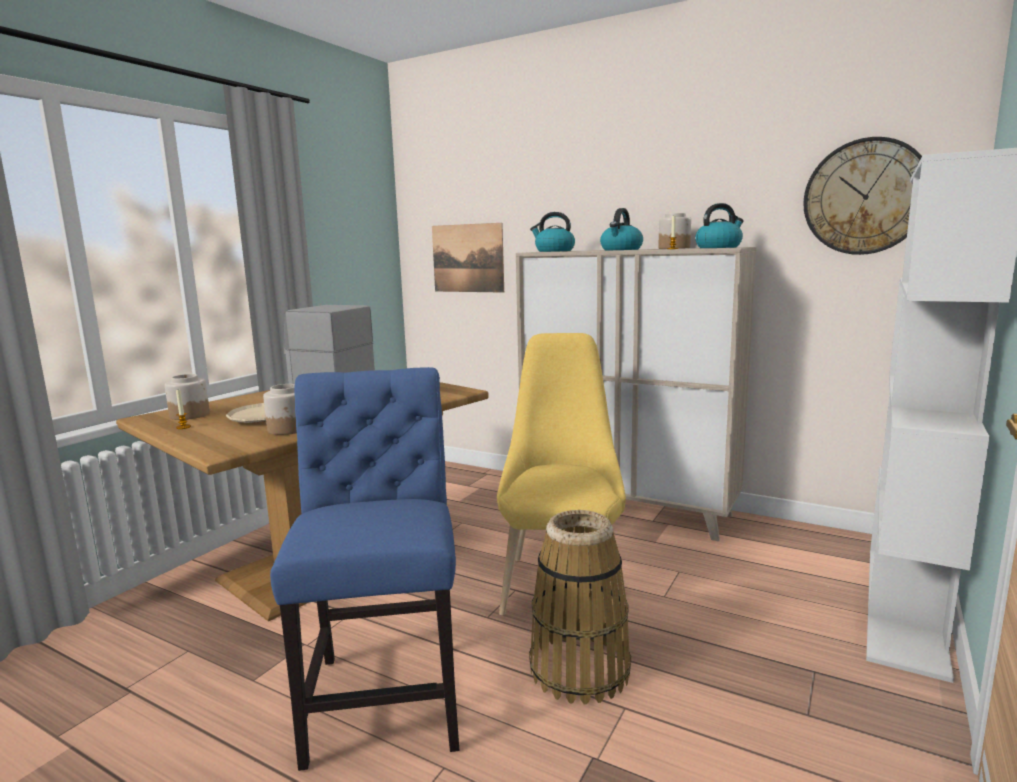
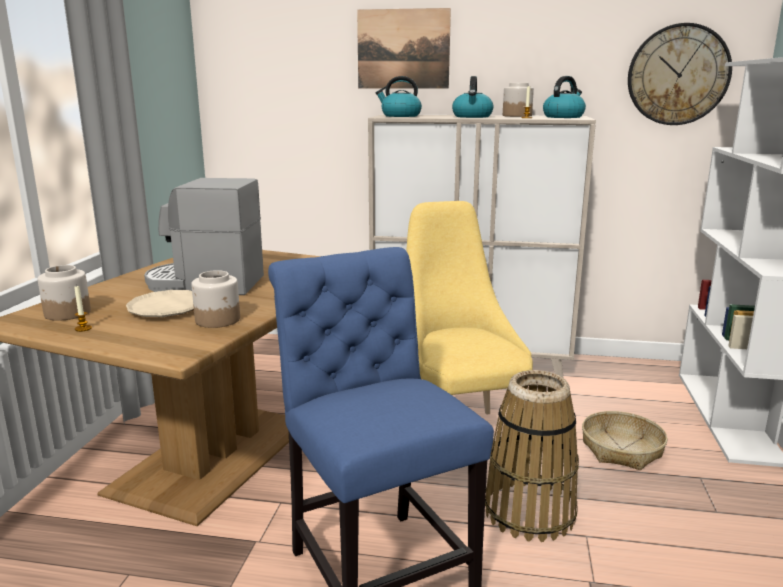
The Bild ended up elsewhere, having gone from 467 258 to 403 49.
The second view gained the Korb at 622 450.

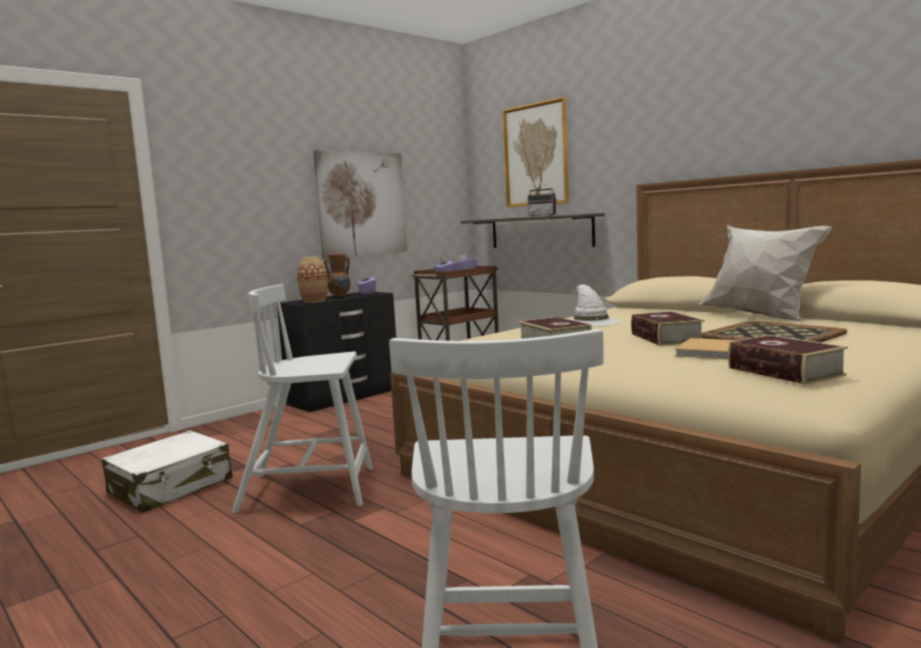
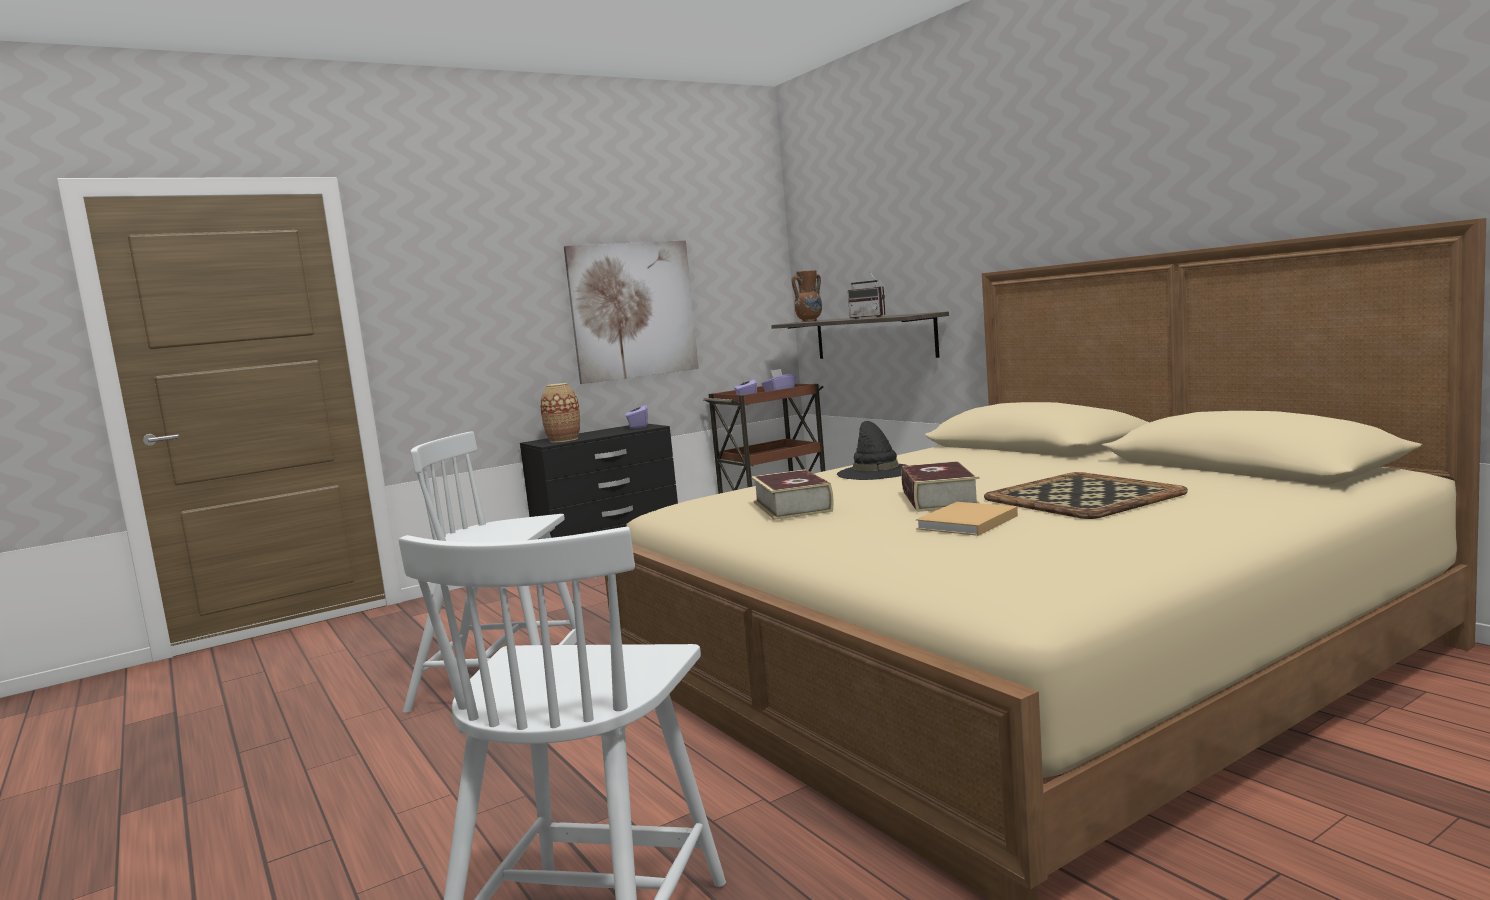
The second view lost the Bild at 536 155.
The second view lost the Kissen/weiß at 759 316.
The Vase/braun ended up elsewhere, having gone from 340 296 to 810 321.
What was the Hut/weiß at 590 322 turned into the Hut/schwarz at 875 471.
The second view lost the Buch at 785 371.
The second view lost the Koffer/weiß at 171 487.

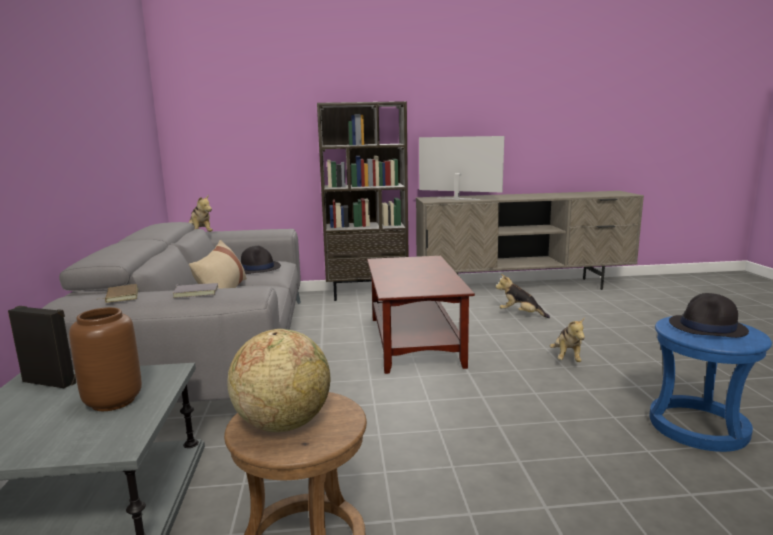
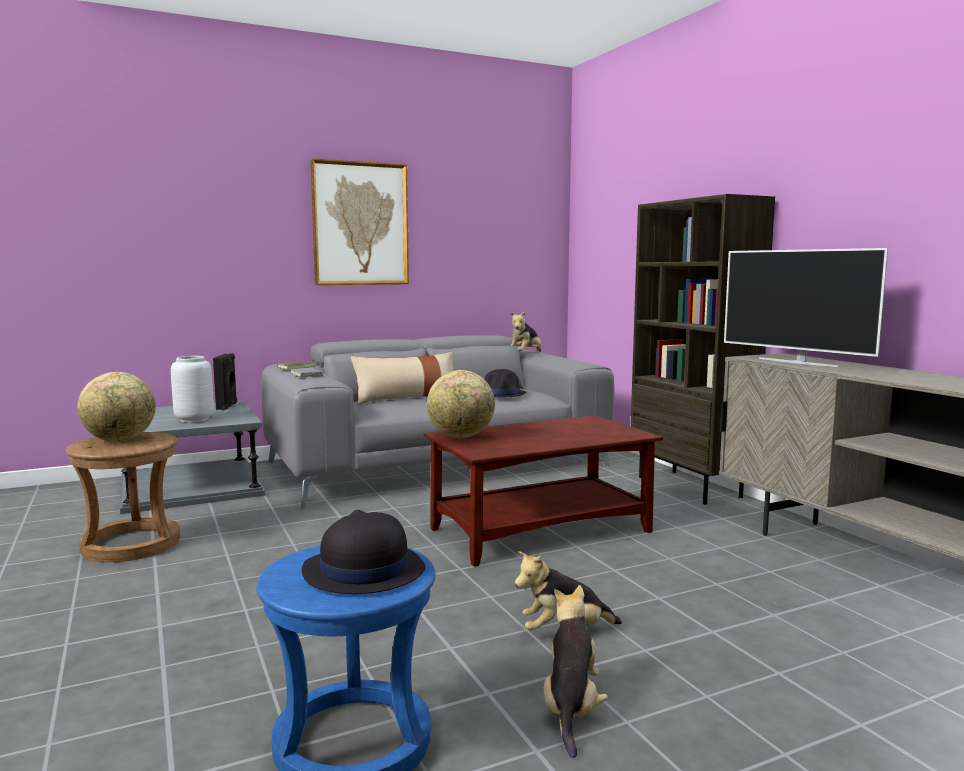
The Fernseher at 458 199 ended up facing another way, 135 degrees clockwise from before.
The Plüschtier ended up elsewhere, having gone from 520 314 to 571 708.
What was the Vase/braun at 114 402 turned into the Vase/grau at 193 419.
The second view gained the Bild at 360 224.
The second view gained the Globus at 461 437.

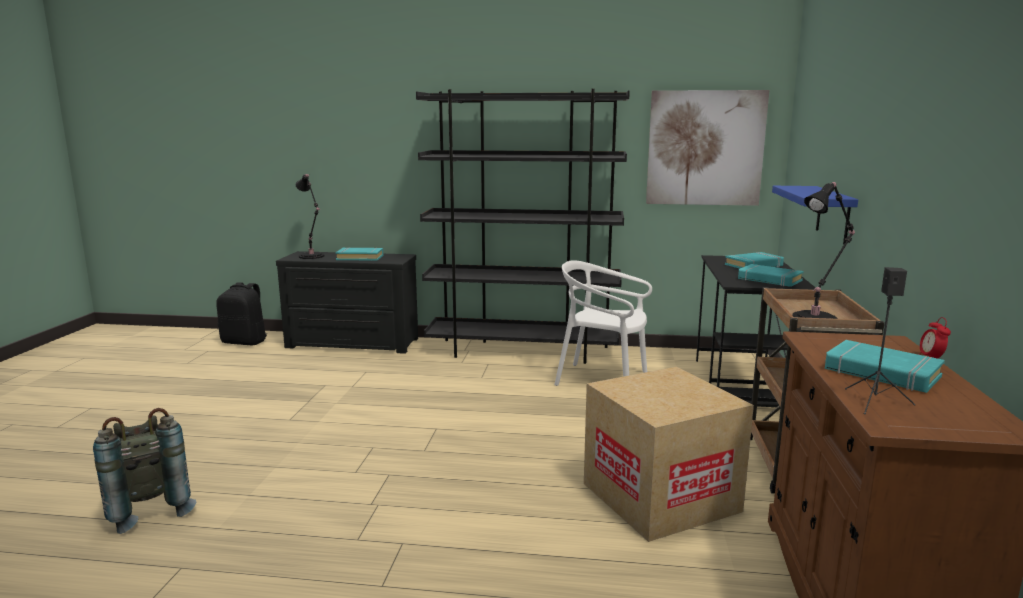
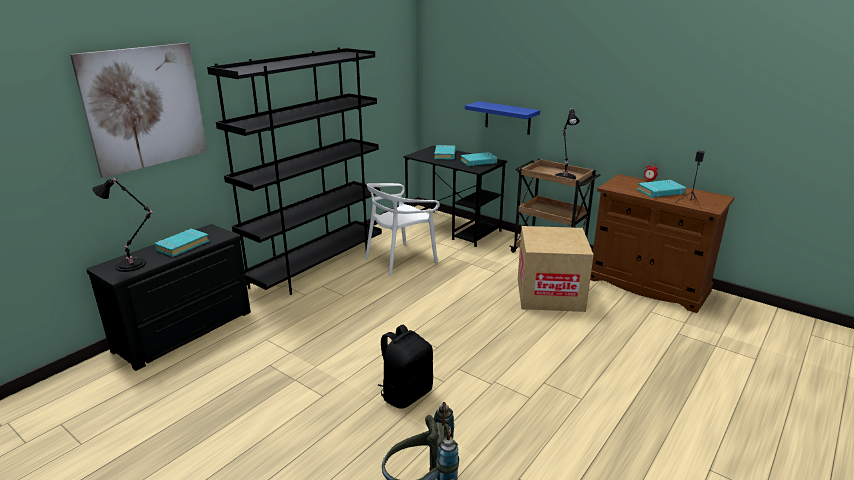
The Bild ended up elsewhere, having gone from 705 148 to 145 108.
The Rucksack/schwarz ended up elsewhere, having gone from 245 342 to 406 393.

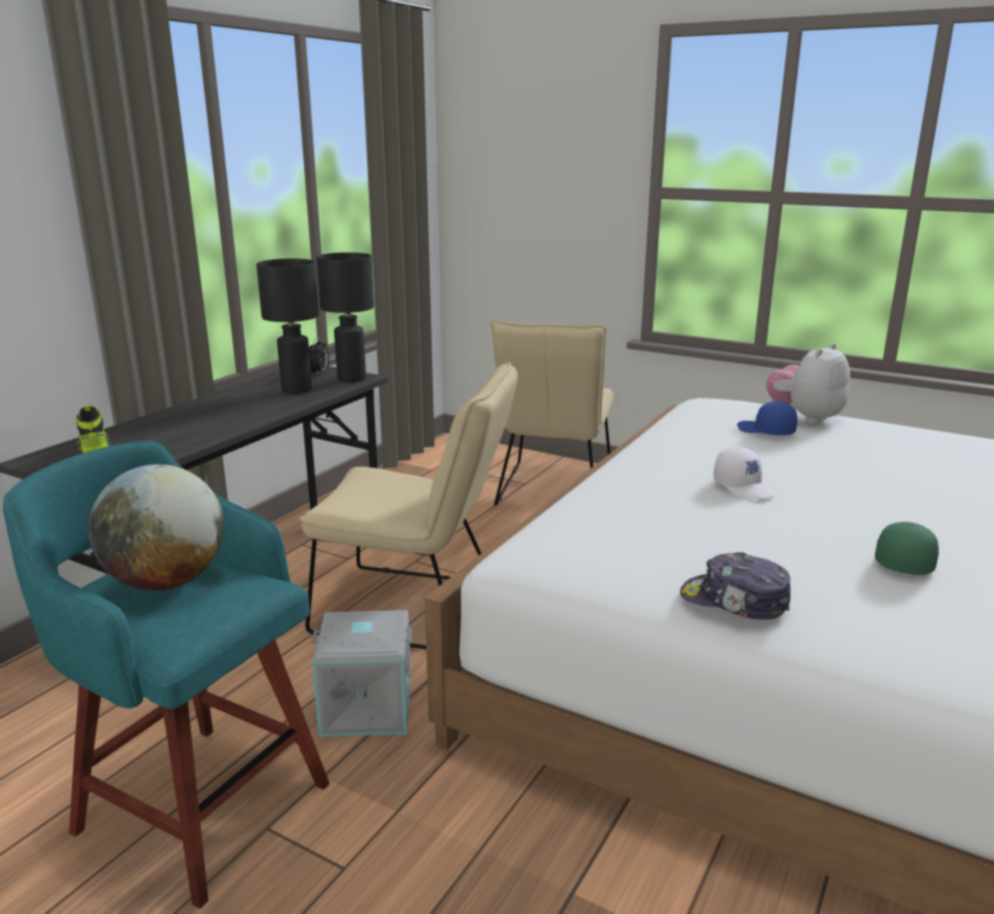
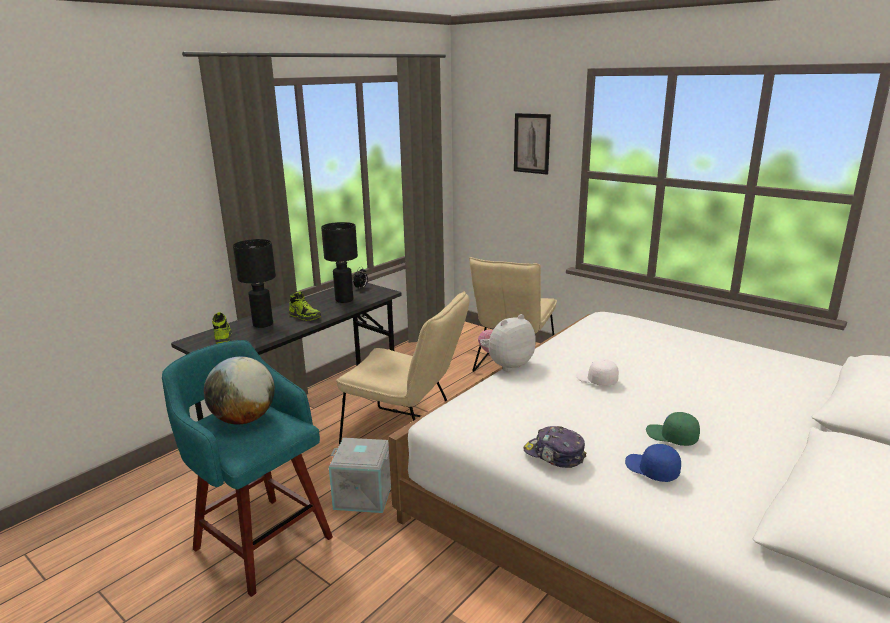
The Tischlampe/schwarz ended up elsewhere, having gone from 351 378 to 263 324.
The Plüschtier ended up elsewhere, having gone from 805 418 to 506 365.
The Kappe/blau ended up elsewhere, having gone from 766 431 to 651 470.
The Kappe/weiß at 744 487 ended up facing another way, 150 degrees clockwise from before.
The Kappe/grün at 903 561 ended up facing another way, 90 degrees counterclockwise from before.
The second view gained the Bild at 532 143.
The second view gained the Schuh at 305 316.

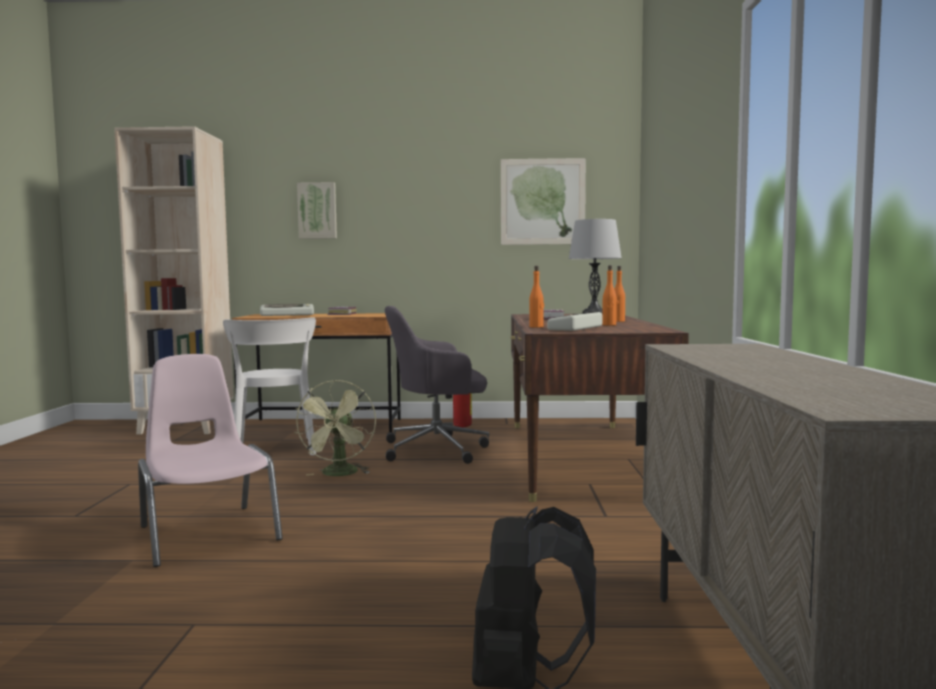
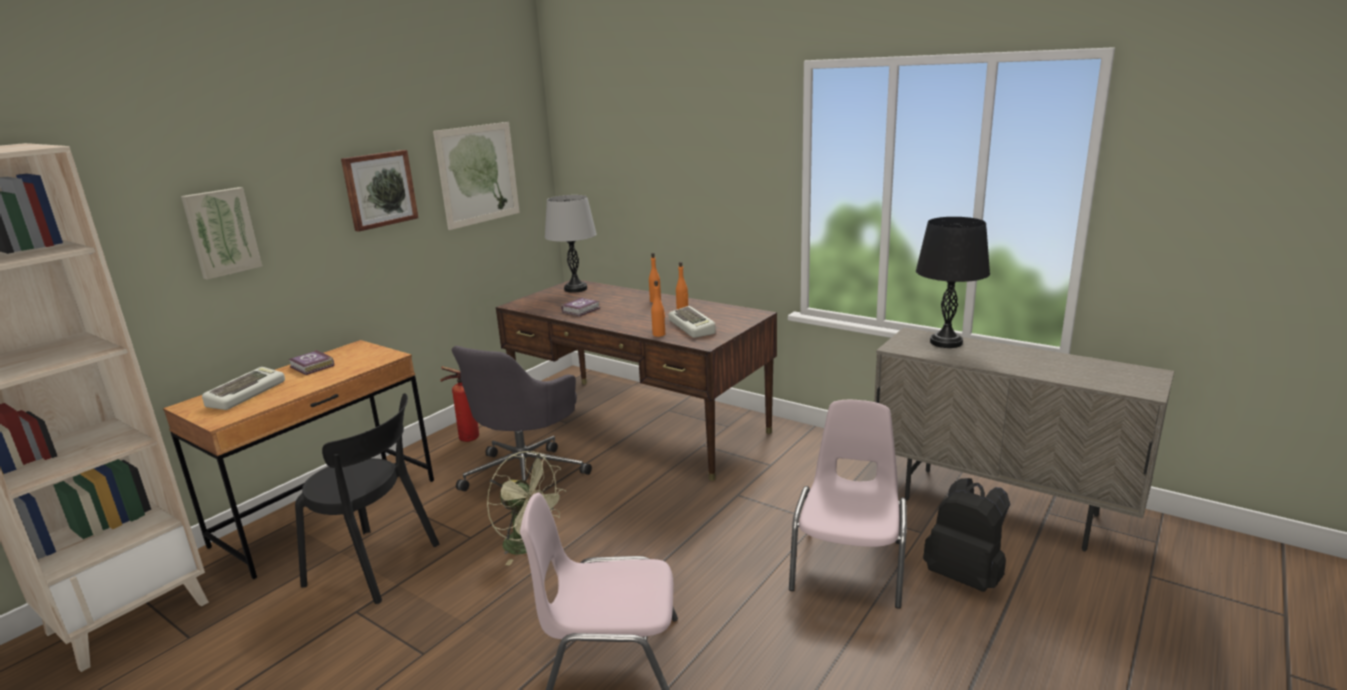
What was the Stuhl/weiß at 275 450 turned into the Stuhl/schwarz at 377 565.
The second view gained the Bild at 379 189.
The second view gained the Tischlampe/schwarz at 946 342.
The second view gained the Stuhl/rosa at 849 564.

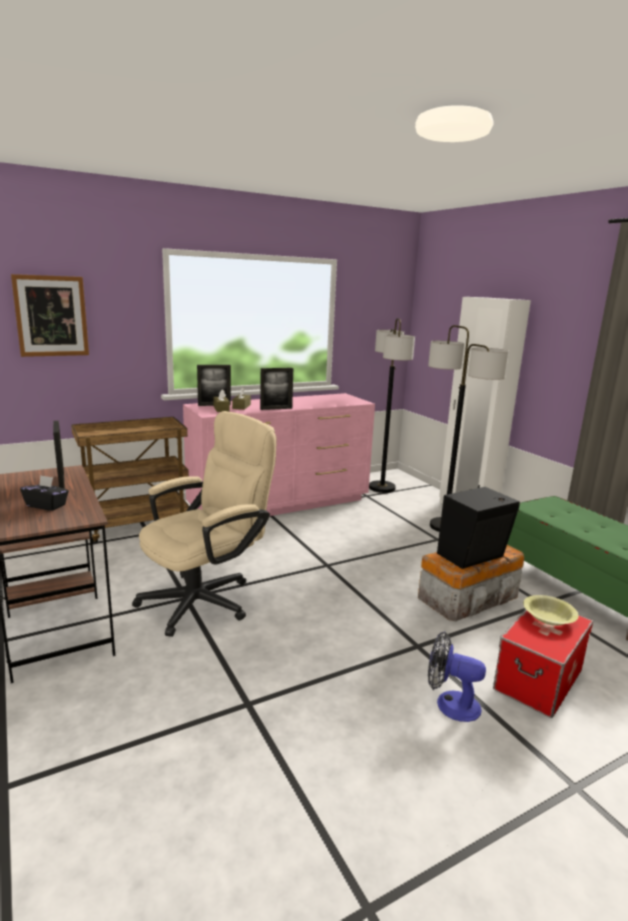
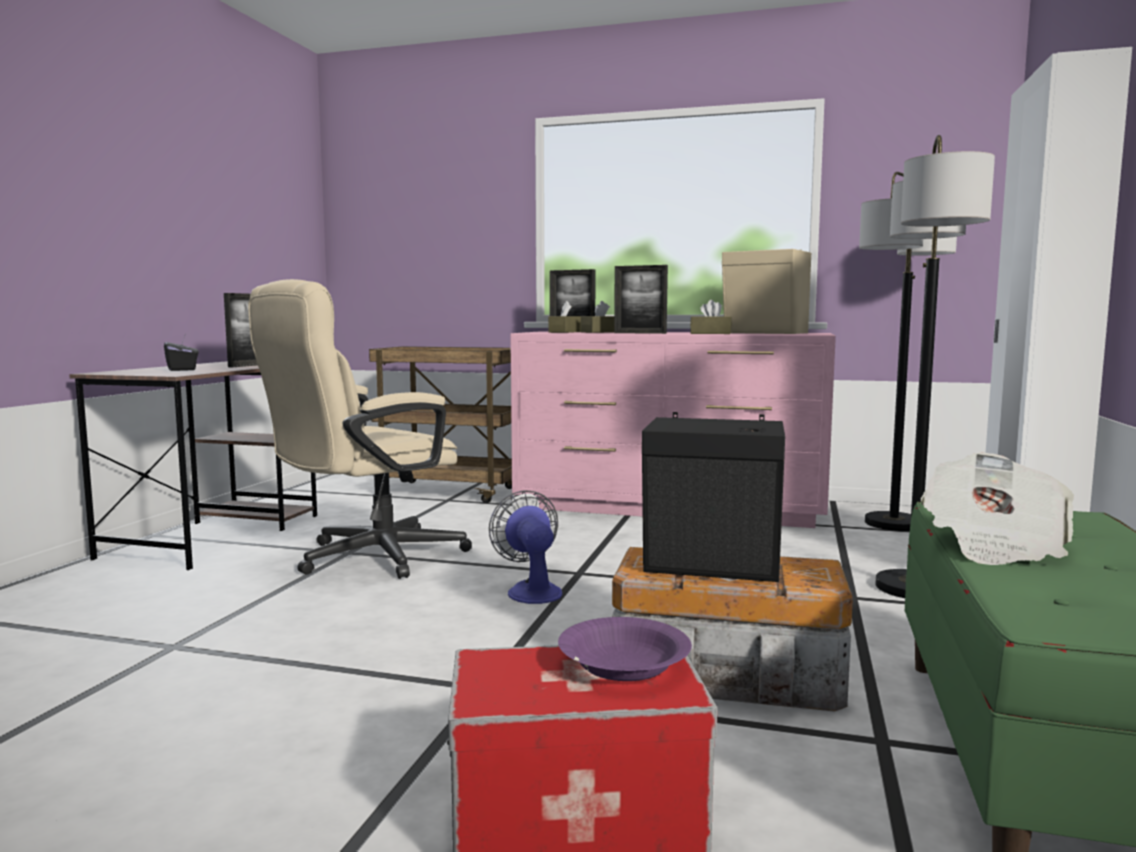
The second view lost the Bild at 51 316.
The Bürostuhl/beige at 207 598 ended up facing another way, 135 degrees clockwise from before.
What was the Schüssel/gelb at 548 617 turned into the Schüssel/lila at 623 666.
The Ventilator ended up elsewhere, having gone from 450 703 to 531 590.
The second view gained the Lautsprecher/beige at 766 333.
The second view gained the Taschentuchbox/braun at 710 333.
The second view gained the Zeitung at 993 546.

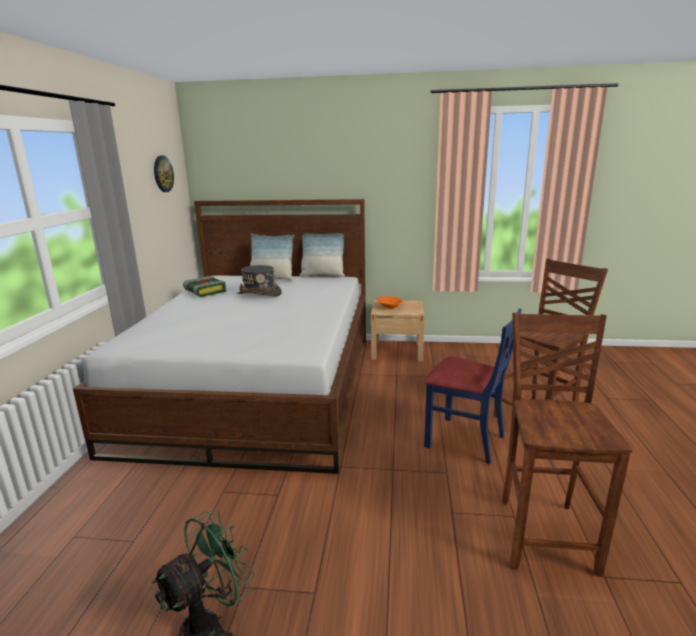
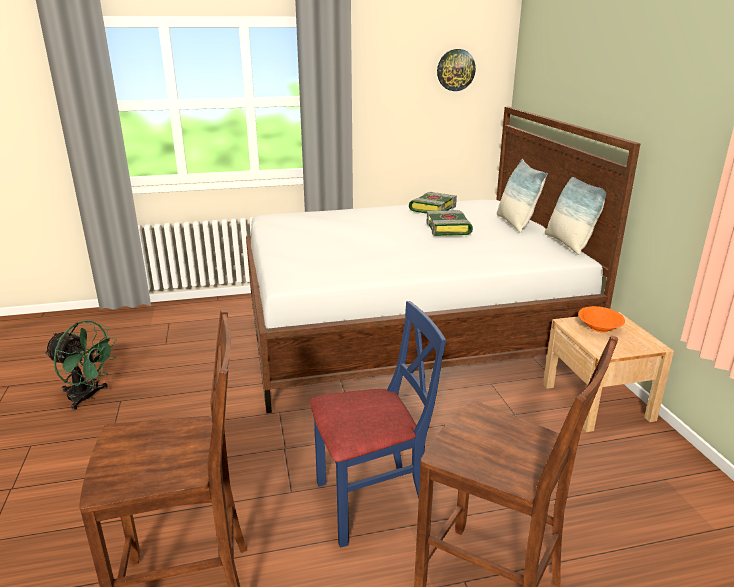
Where the Hut/grau stood at 259 294, the Buch came to stand at 449 229.
The Stuhl/blau at 465 440 ended up facing another way, 120 degrees counterclockwise from before.

